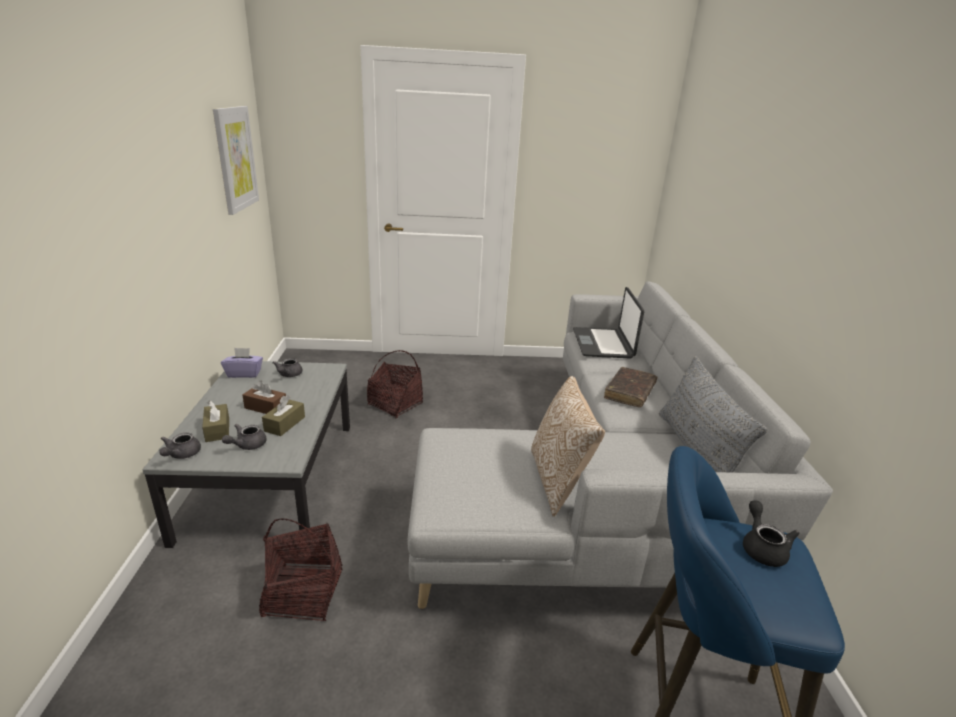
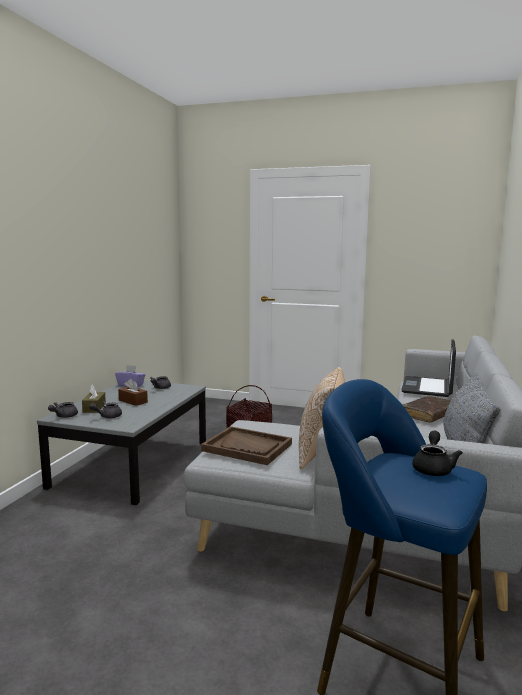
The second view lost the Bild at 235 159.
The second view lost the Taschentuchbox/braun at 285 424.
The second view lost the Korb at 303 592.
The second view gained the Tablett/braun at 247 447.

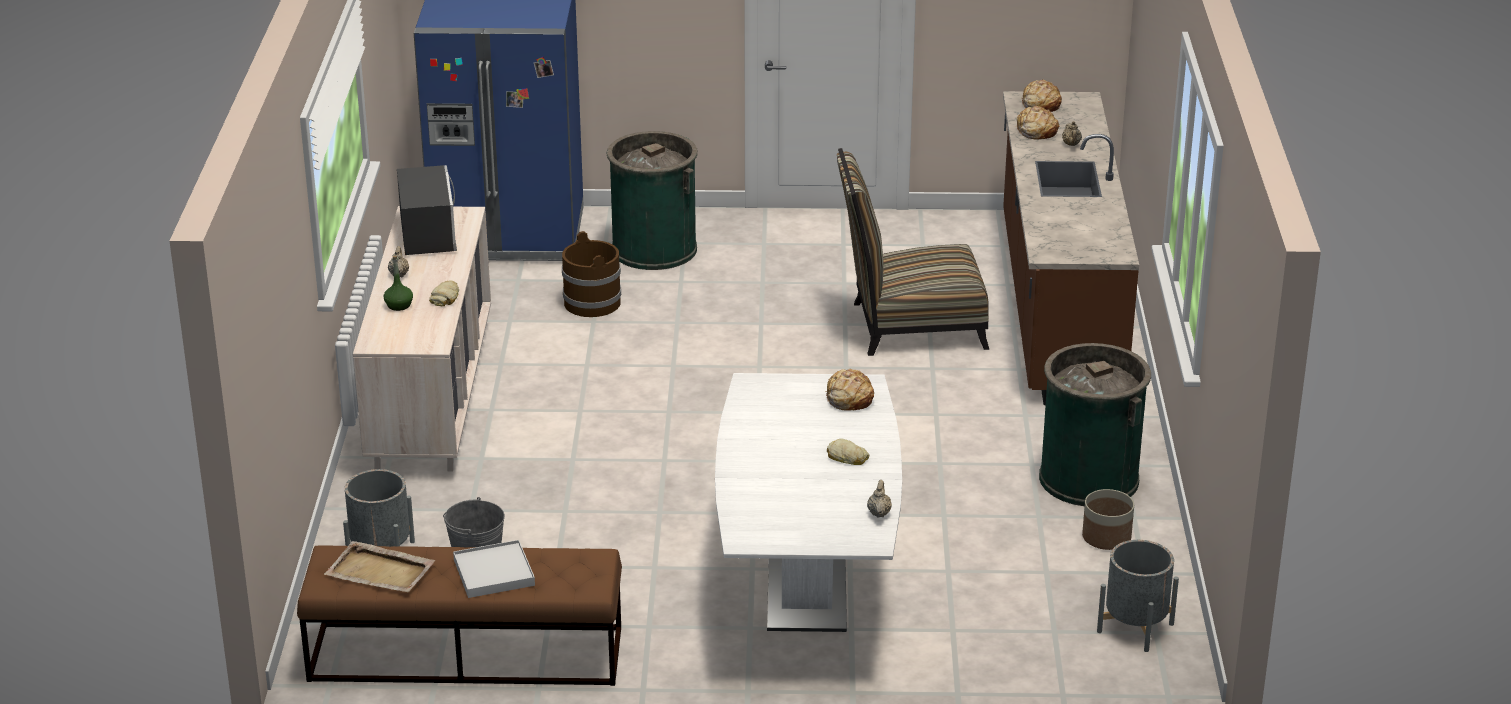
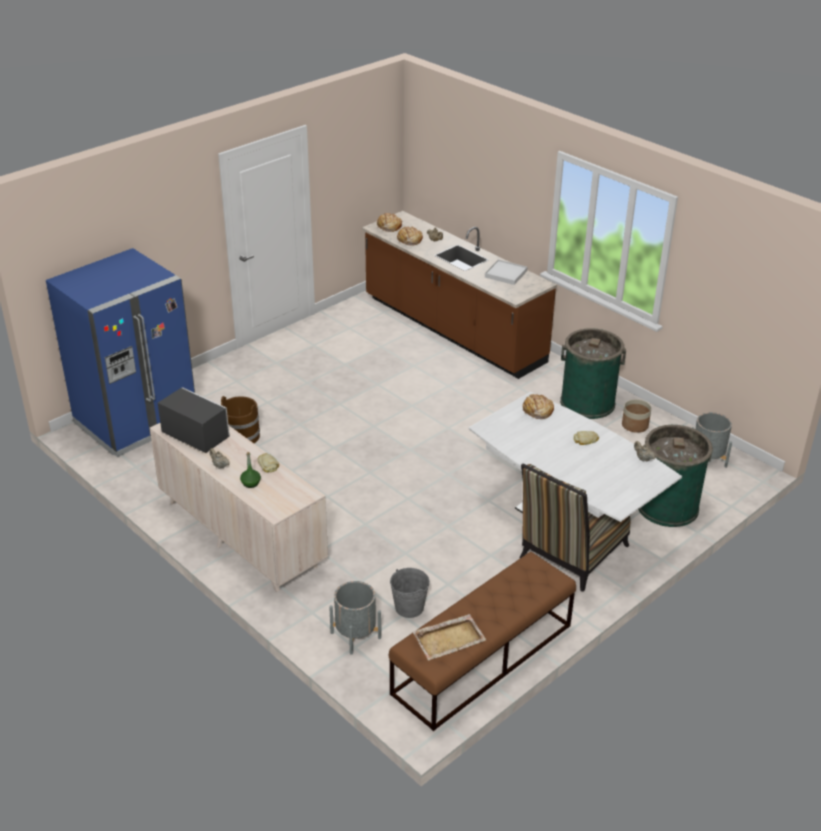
The Mülleimer/grün ended up elsewhere, having gone from 654 249 to 667 506.
The Stuhl ended up elsewhere, having gone from 909 326 to 570 555.
The Tablett/weiß ended up elsewhere, having gone from 493 572 to 505 274.

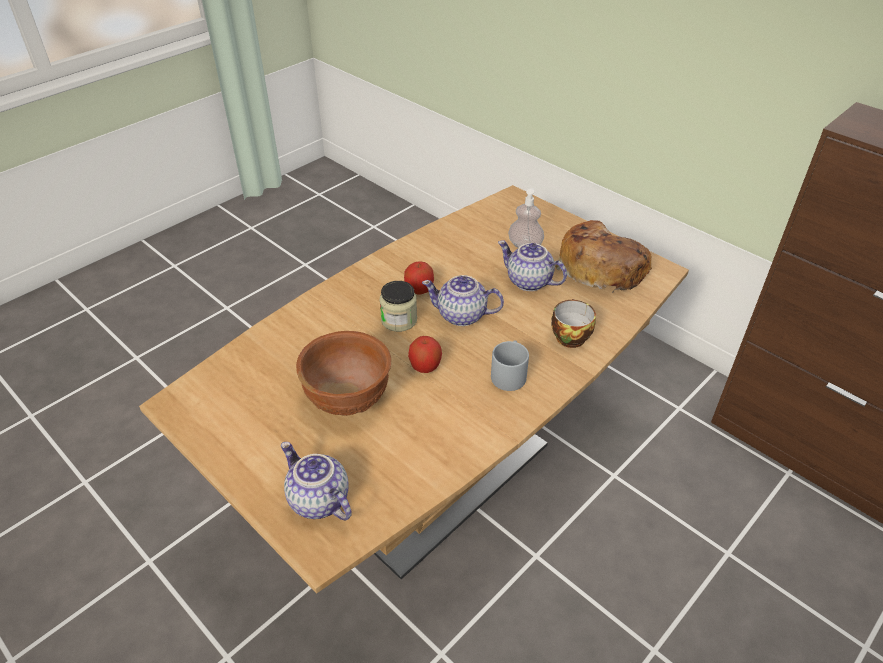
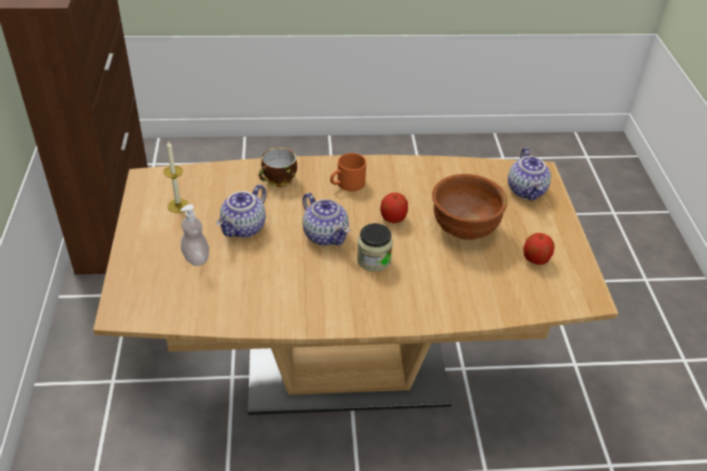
Where the Brot stood at 601 267, the Kerze came to stand at 178 205.
The Teekanne at 528 282 ended up facing another way, 45 degrees clockwise from before.
The Apfel ended up elsewhere, having gone from 419 290 to 535 259.
What was the Henkelbecher/grau at 509 373 turned into the Henkelbecher/orange at 347 184.

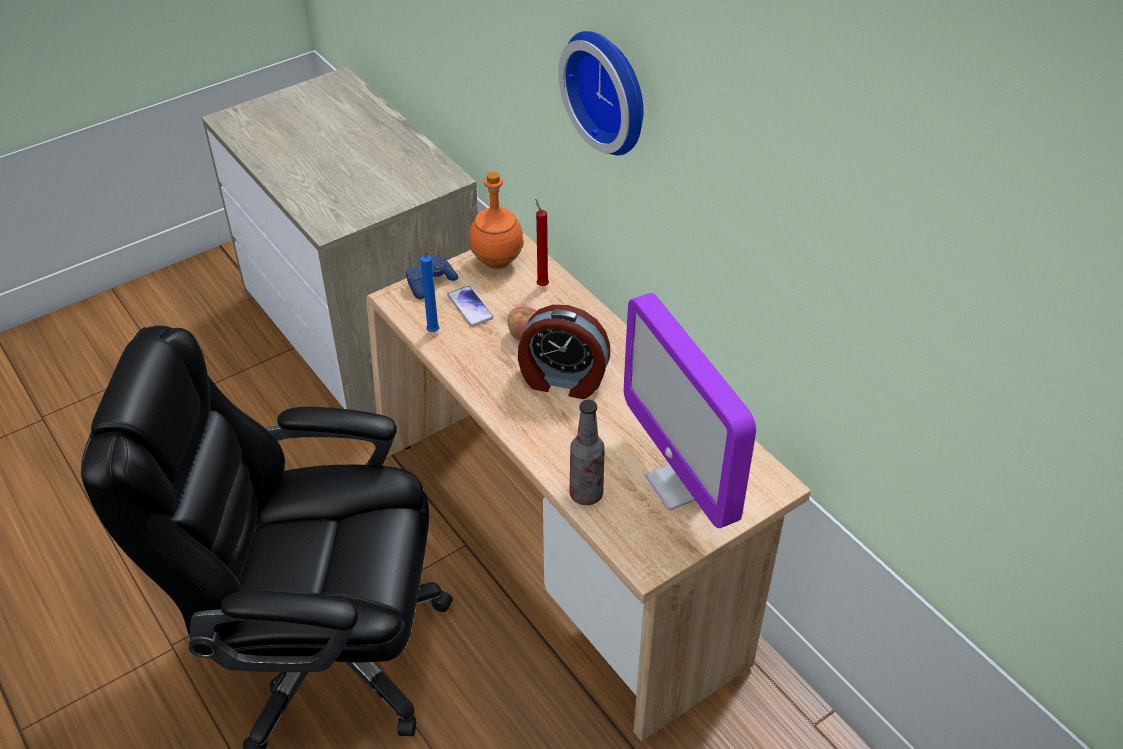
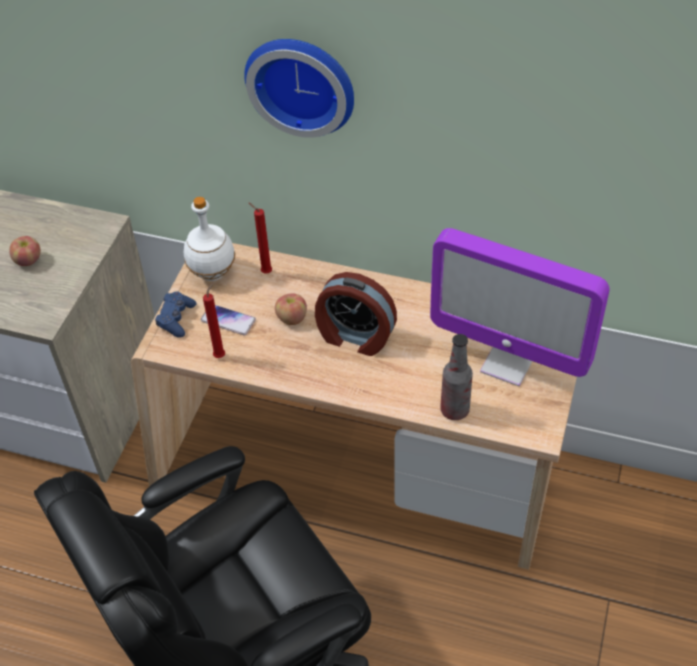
What was the Flasche/orange at 496 262 turned into the Flasche/weiß at 212 273.
What was the Kerze/blau at 435 331 turned into the Kerze/rot at 221 355.
The Wecker at 563 380 ended up facing another way, 45 degrees clockwise from before.
The second view gained the Apfel at 28 260.

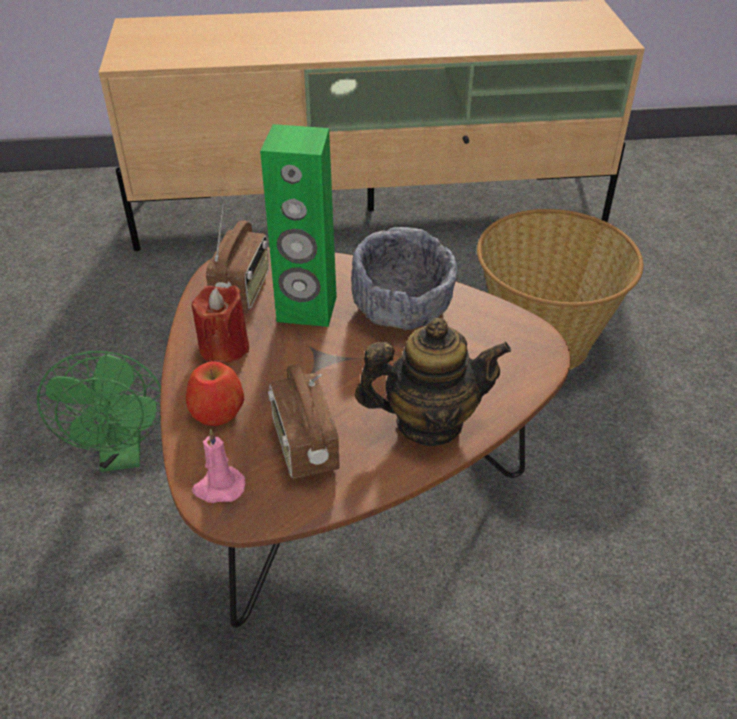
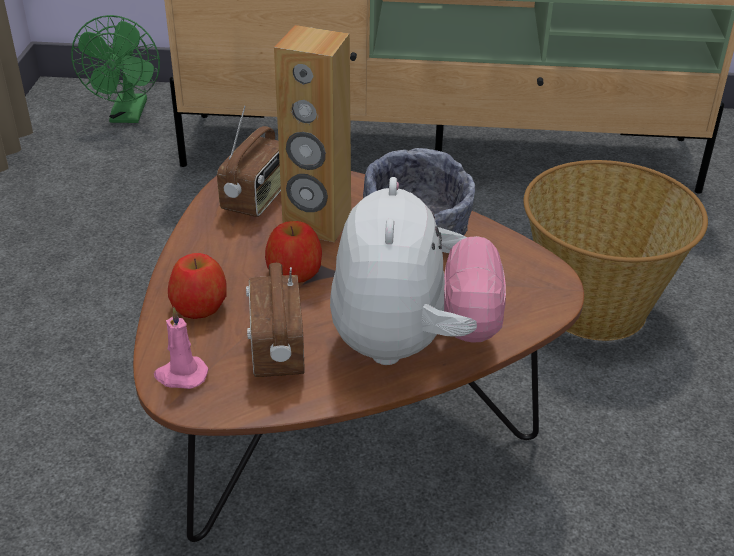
What was the Lautsprecher/grün at 306 310 turned into the Lautsprecher/braun at 317 224.
The second view lost the Kerze/rot at 224 348.
Where the Teekanne stood at 429 422, the Plüschtier came to stand at 411 344.
The Ventilator/grün ended up elsewhere, having gone from 122 455 to 128 116.
The second view gained the Apfel at 294 271.

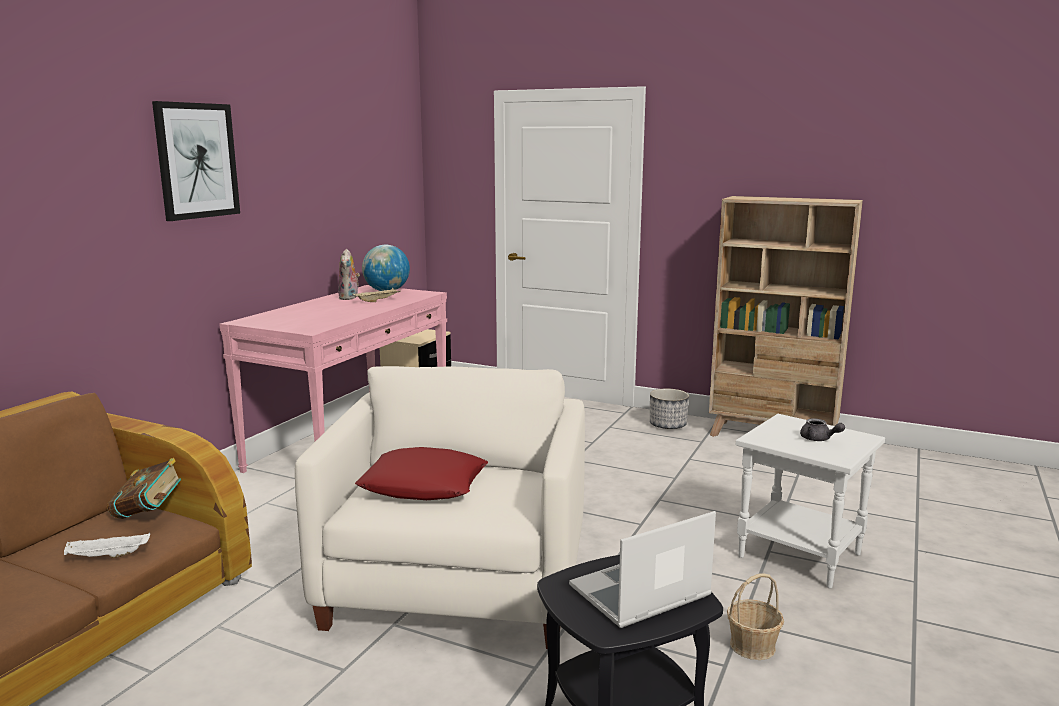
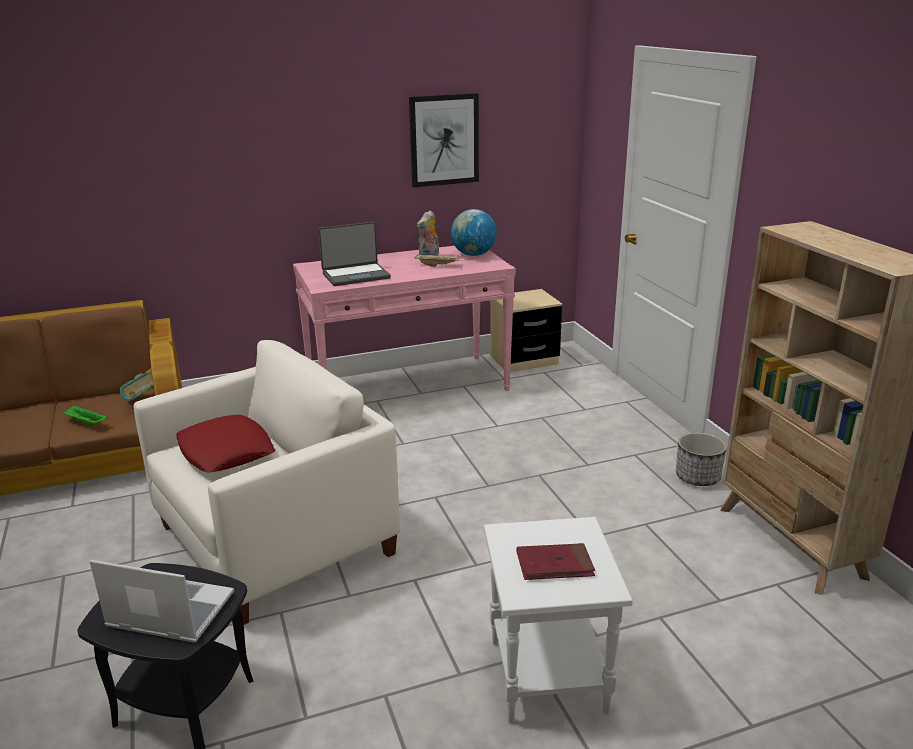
The Bild ended up elsewhere, having gone from 197 161 to 444 140.
Where the Teekanne/grau stood at 819 439, the Buch/rot came to stand at 554 565.
What was the Tablett/weiß at 107 557 turned into the Tablett/grün at 85 423.
The second view lost the Korb at 753 646.
The second view gained the Laptop at 355 275.

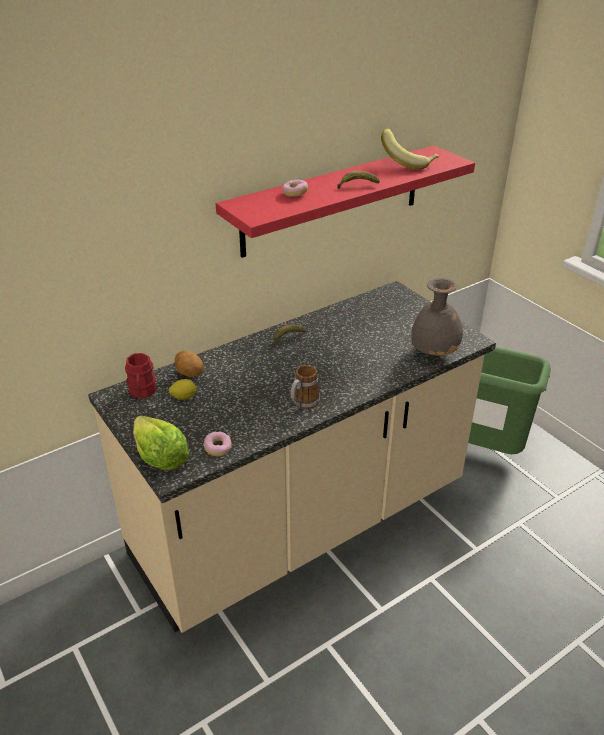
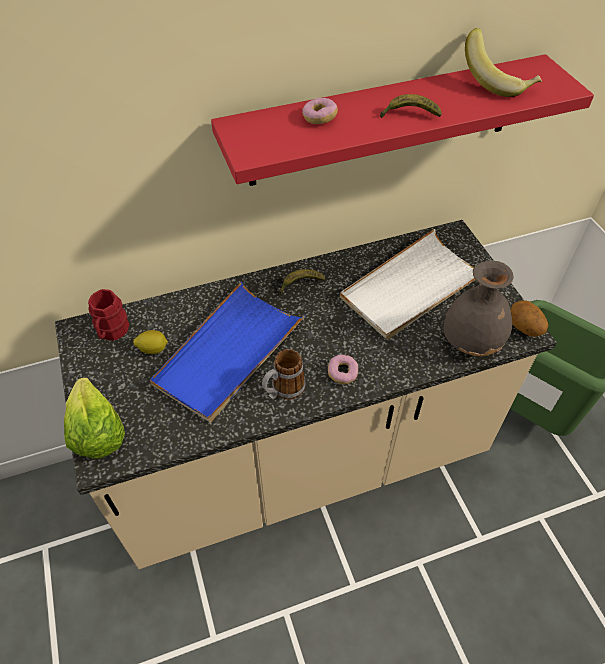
The Kartoffel ended up elsewhere, having gone from 189 374 to 523 328.
The Donut ended up elsewhere, having gone from 218 449 to 342 373.
The second view gained the Tablett/weiß at 411 288.
The second view gained the Tablett/blau at 229 353.

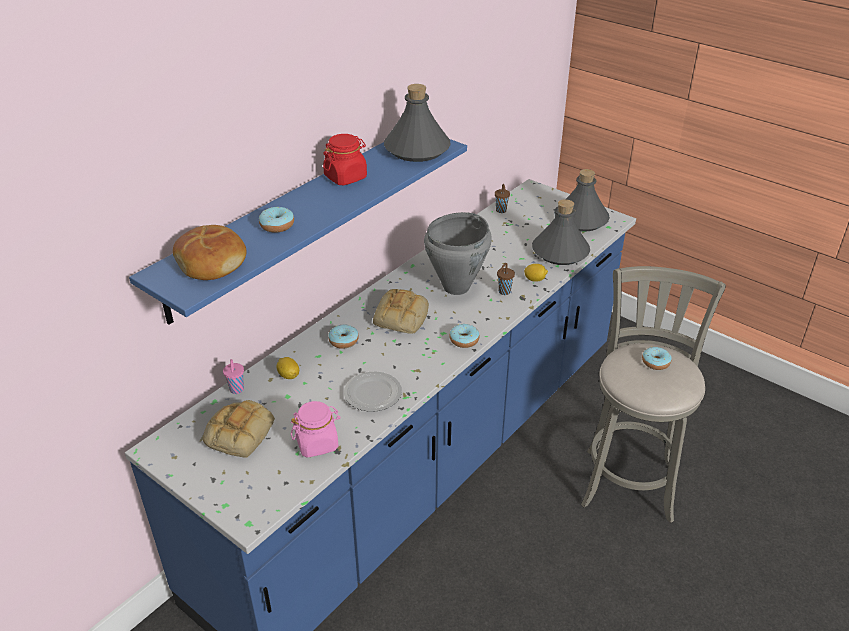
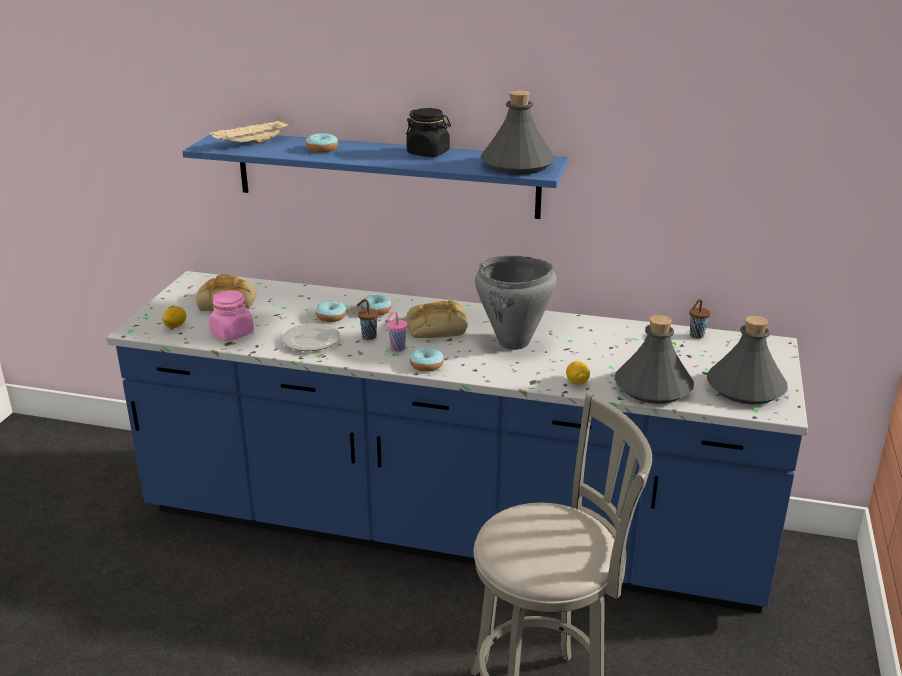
What was the Vorratsglas/rot at 345 177 turned into the Vorratsglas/schwarz at 428 153.
Where the Brot stood at 212 262, the Tablett/beige came to stand at 251 144.
The Tasse/braun ended up elsewhere, having gone from 504 292 to 368 337.
The Donut ended up elsewhere, having gone from 655 362 to 331 317.
The Zitrone ended up elsewhere, having gone from 288 375 to 175 326.
The Tasse/rosa ended up elsewhere, having gone from 237 390 to 396 348.

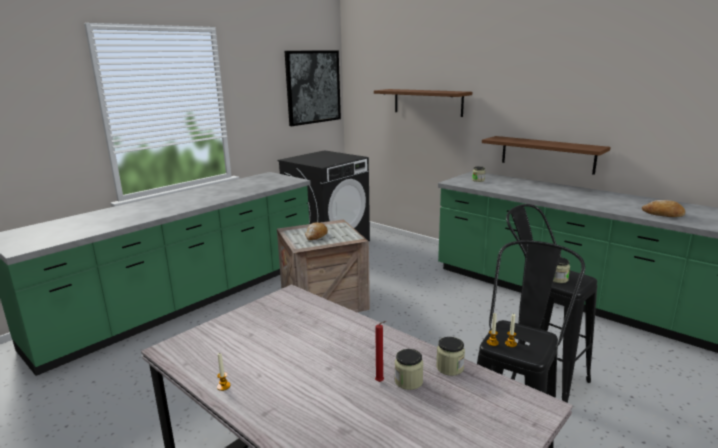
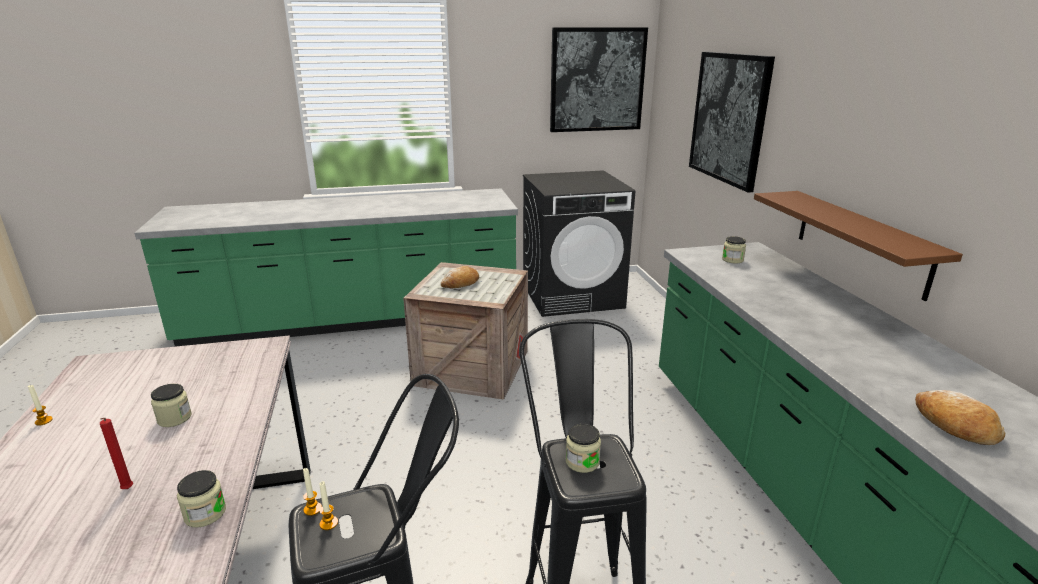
Where the Wandregal/braun hung at 427 102, the Bild came to hang at 729 118.
The Vorratsglas ended up elsewhere, having gone from 408 381 to 174 418.

